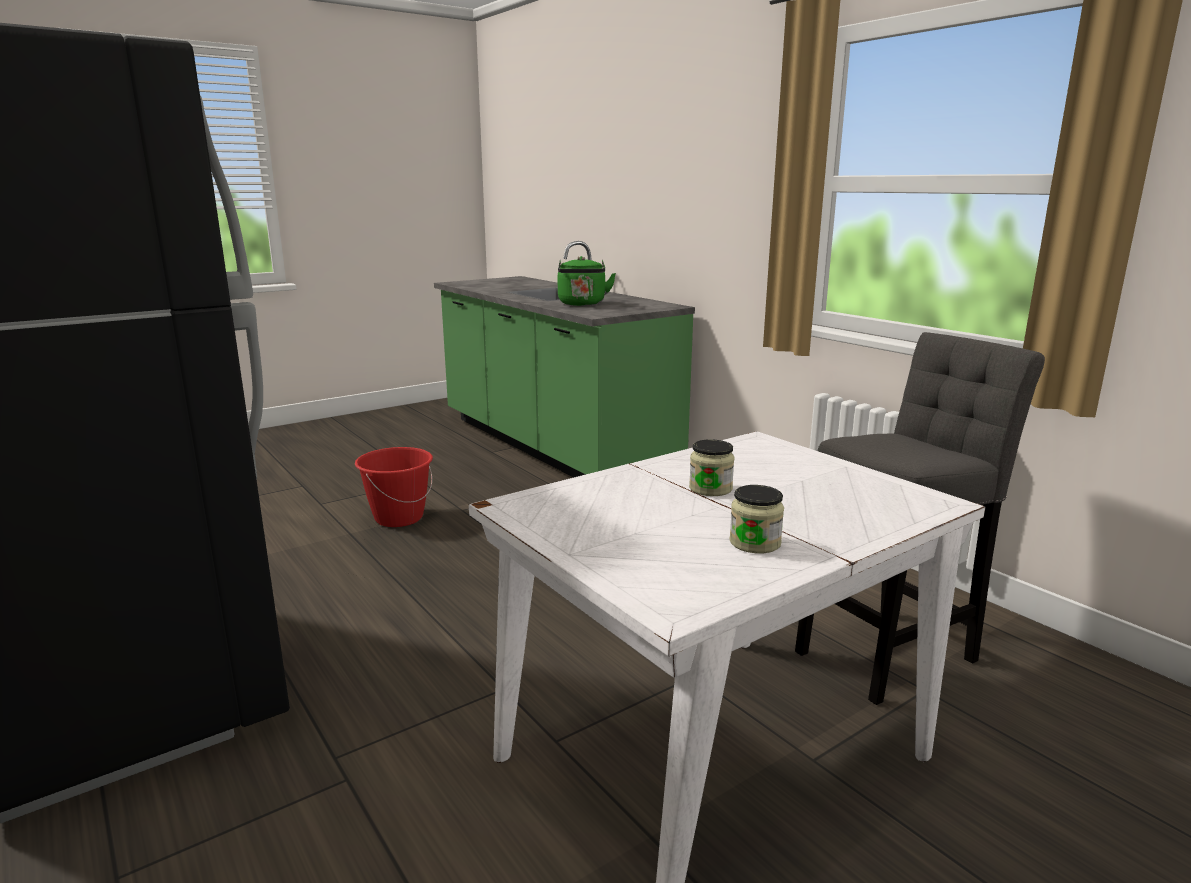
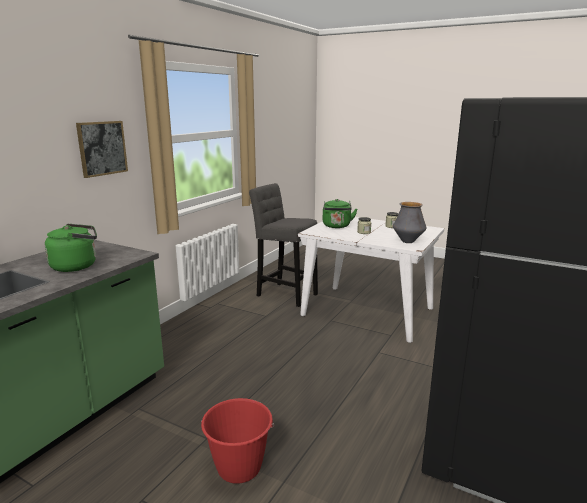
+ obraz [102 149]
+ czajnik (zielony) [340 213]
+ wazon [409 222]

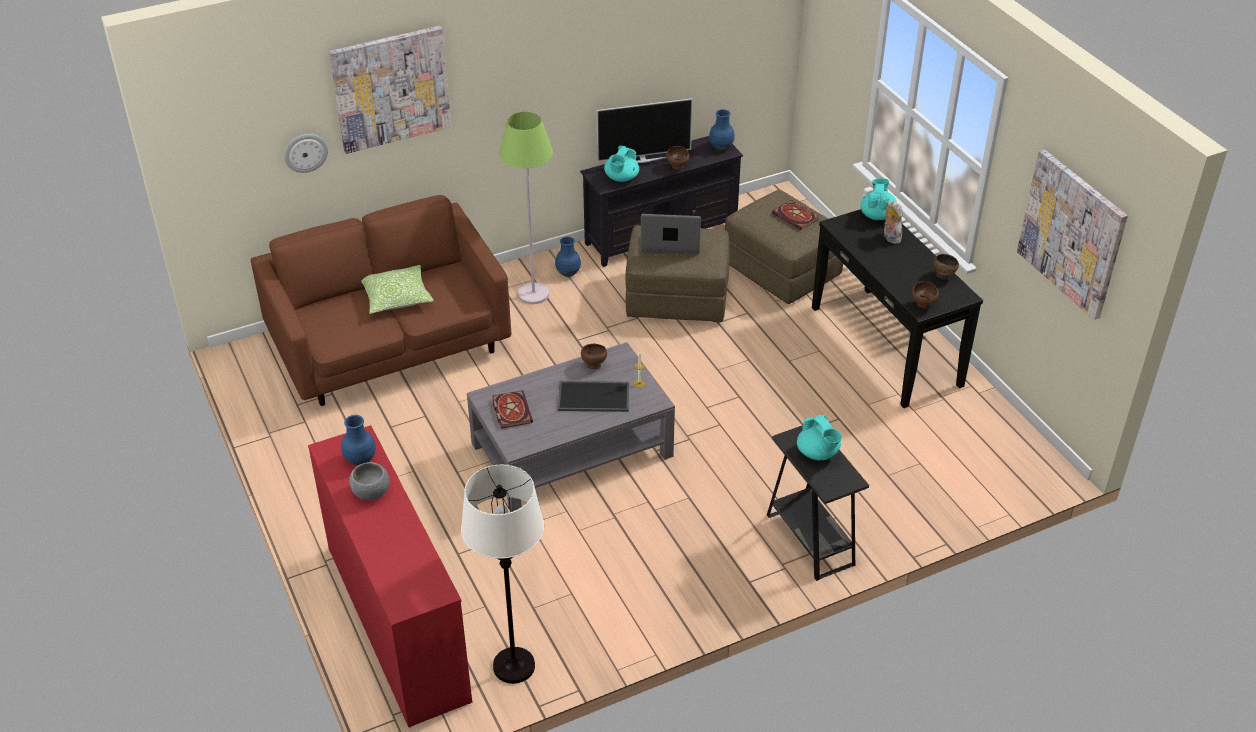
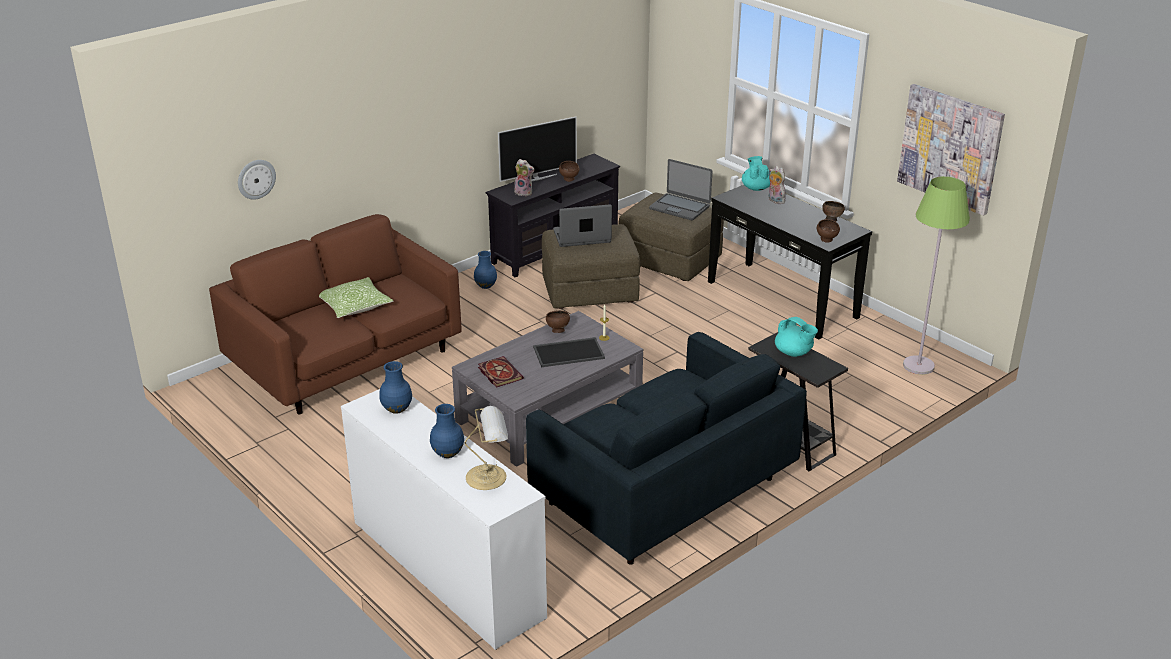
- obraz [390 90]
- miska (szary) [369 481]
- lampa stojąca (biały) [502 574]
+ lampa stołowa [486 448]
+ kanapa (niebieski) [666 448]
~ lampa stojąca (zielony) [526 207] to [936 275]
~ wazon (niebieski) [722 130] to [447 431]
~ imbryk (turkusowy) [621 163] to pluszak [524 177]
~ książka [795 215] to laptop [680 189]
~ komoda (czerwony) [390 576] to komoda (biały) [444 519]

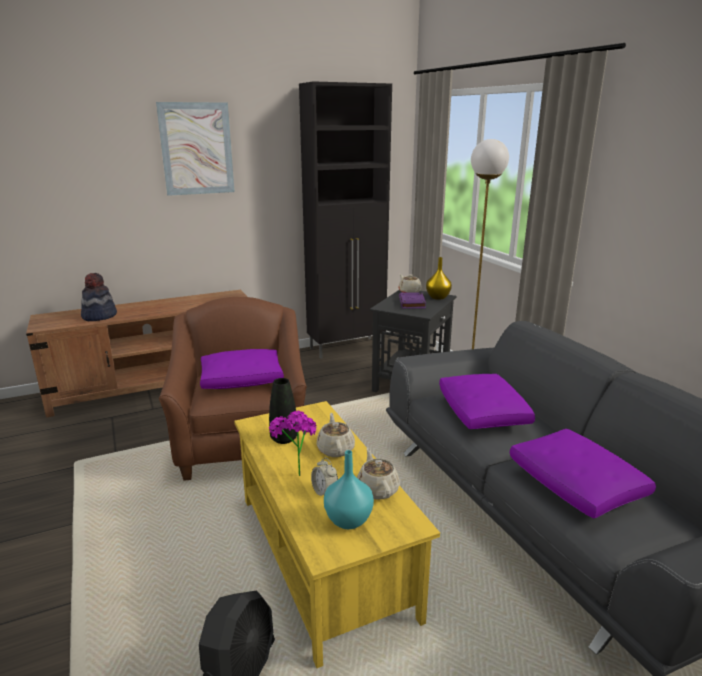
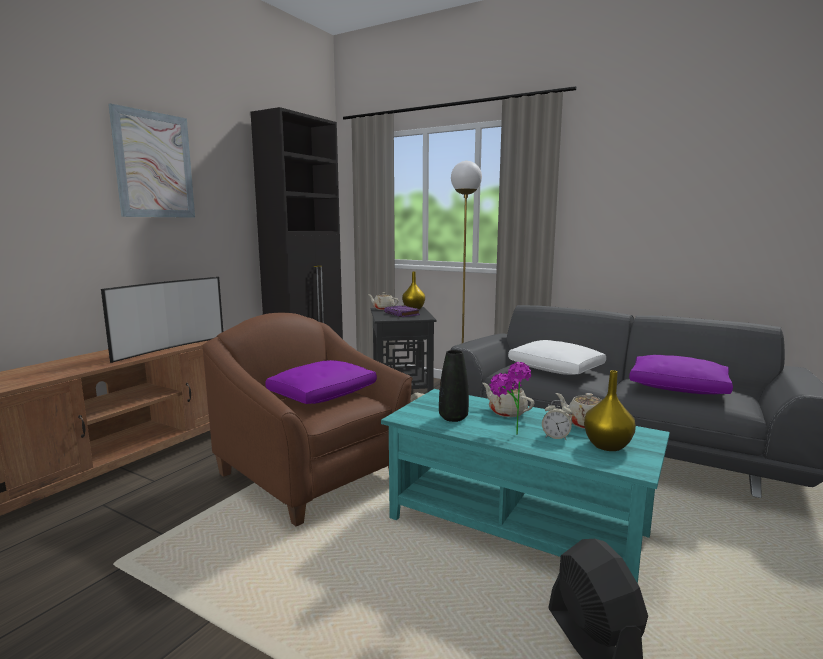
- kapelusz [99 297]
+ telewizor [162 320]
~ ława (żółty) [337 534] to ława (turkusowy) [525 486]
~ wazon (turkusowy) [349 489] to wazon (żółty) [610 410]
~ poduszka (fioletowy) [487 401] to poduszka (biały) [557 357]

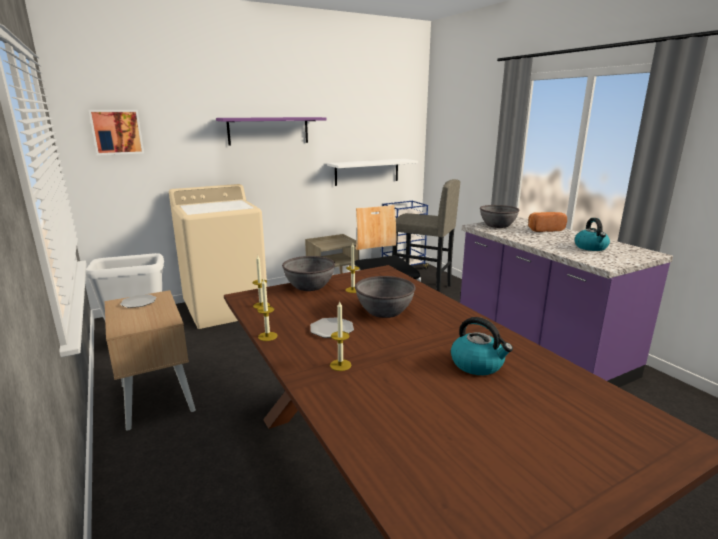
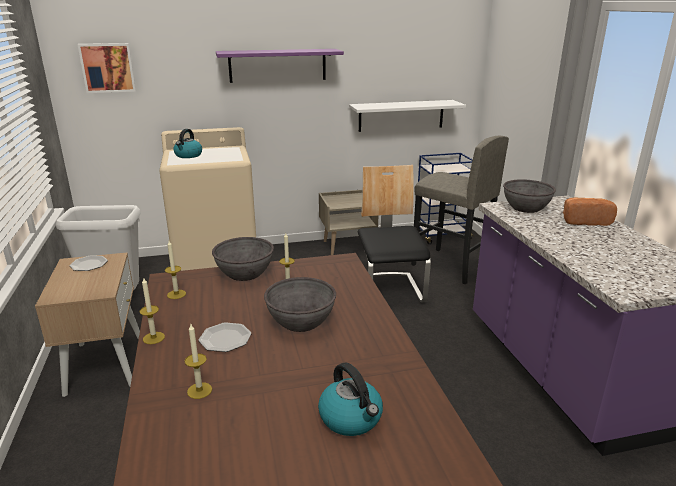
~ czajnik [592 234] to [187 143]

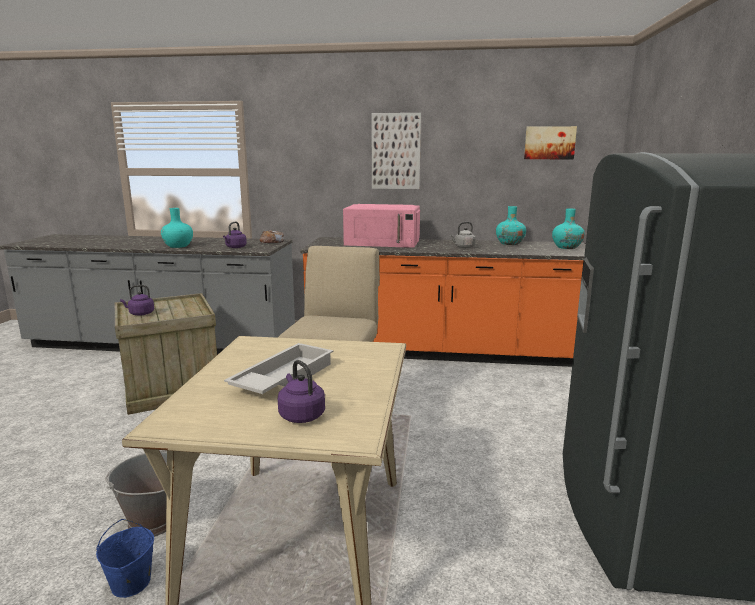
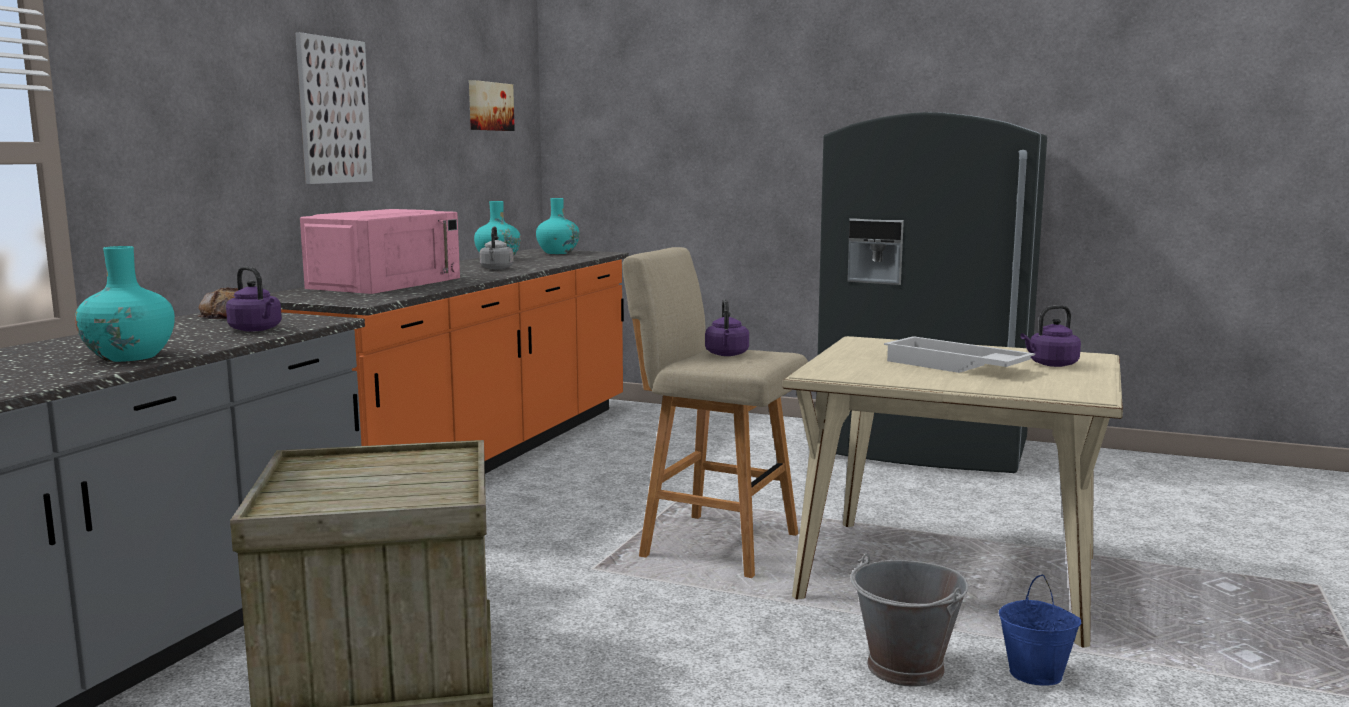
~ czajnik (fioletowy) [137 300] to [727 327]

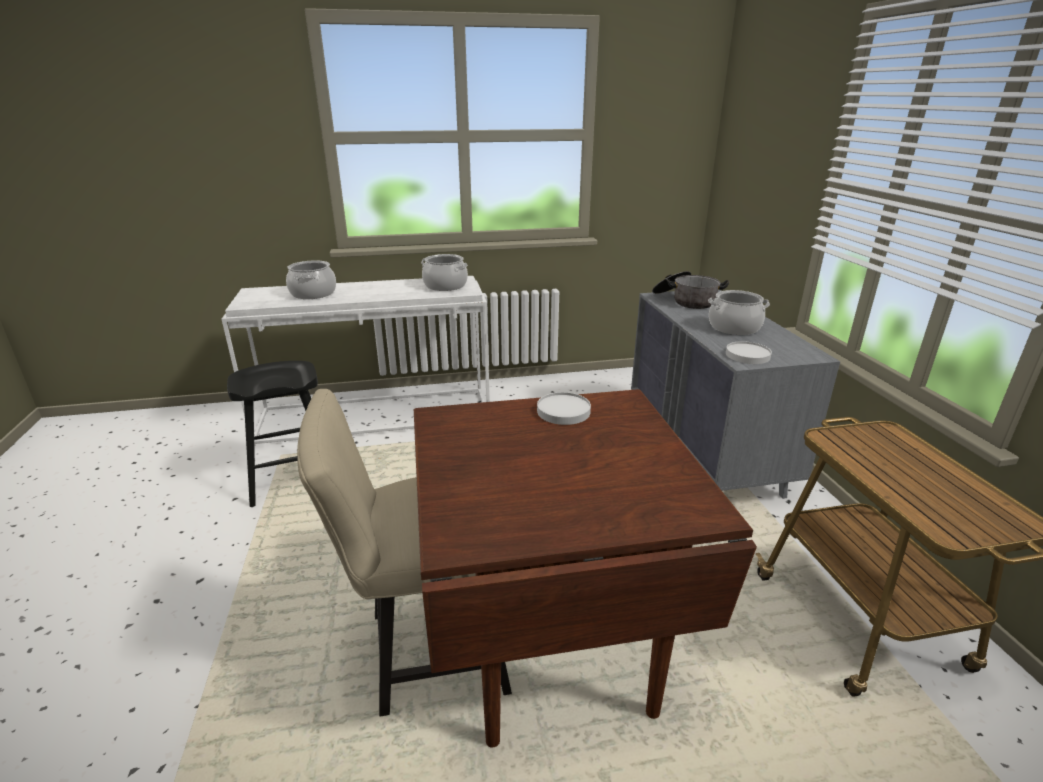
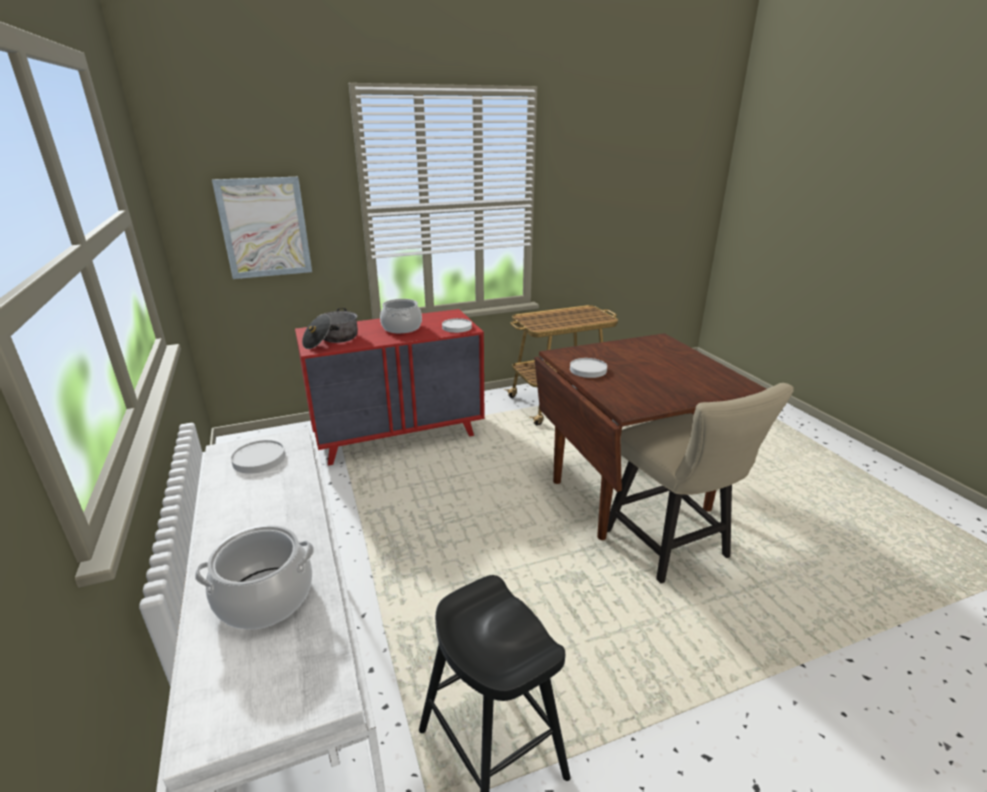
+ obraz [262 228]
~ garnek [444 272] to talerz (biały) [258 457]
~ komoda (szary) [735 394] to komoda (czerwony) [390 387]

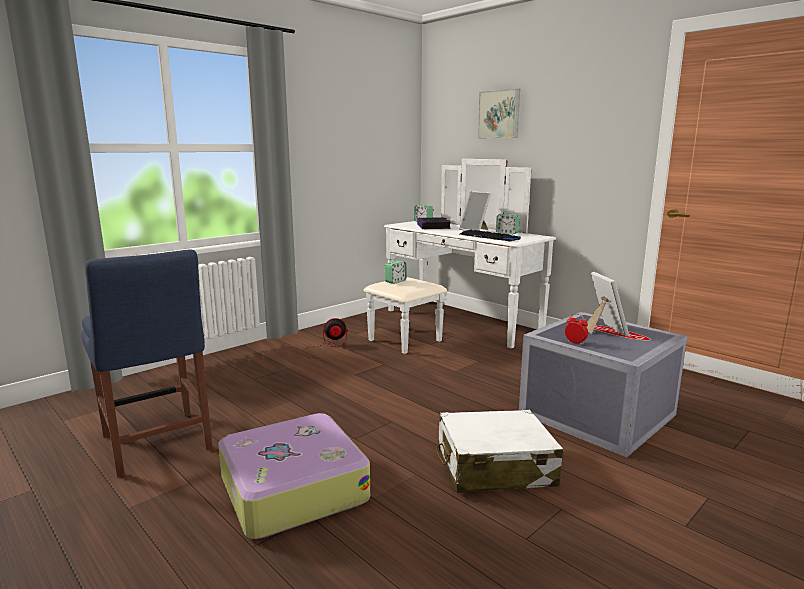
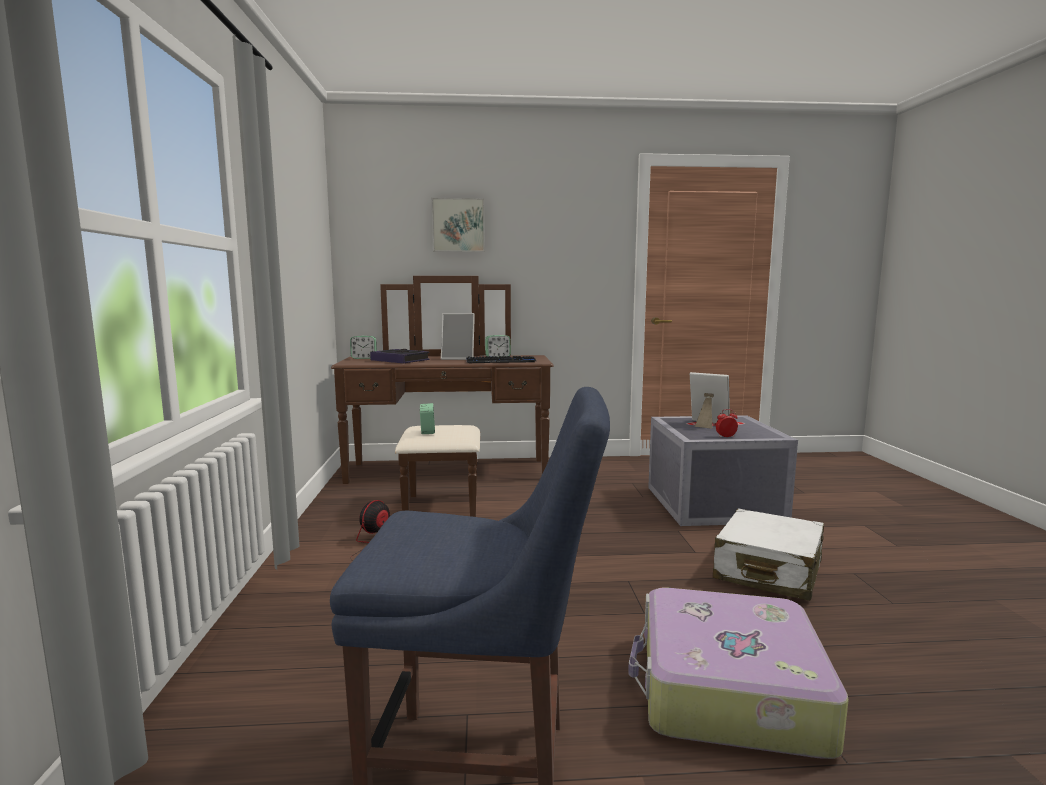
~ komoda (biały) [460 256] to komoda (brązowy) [442 396]

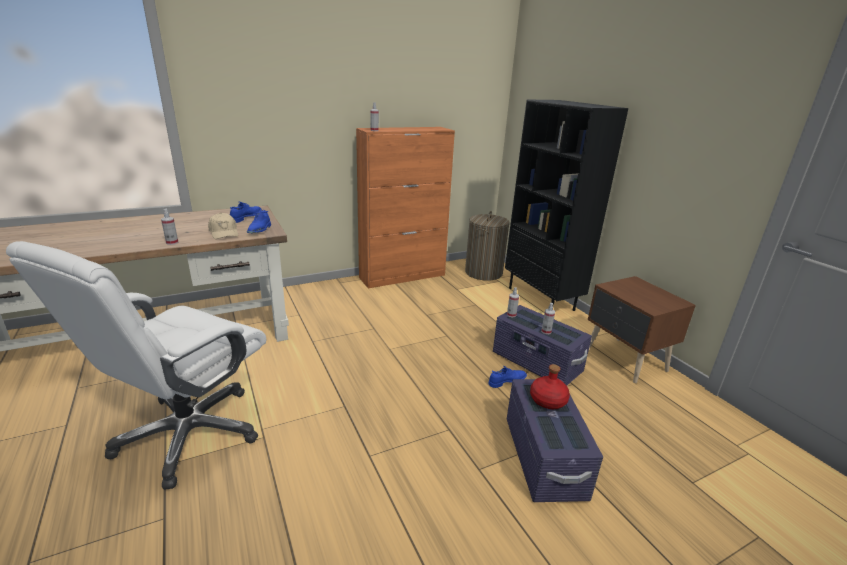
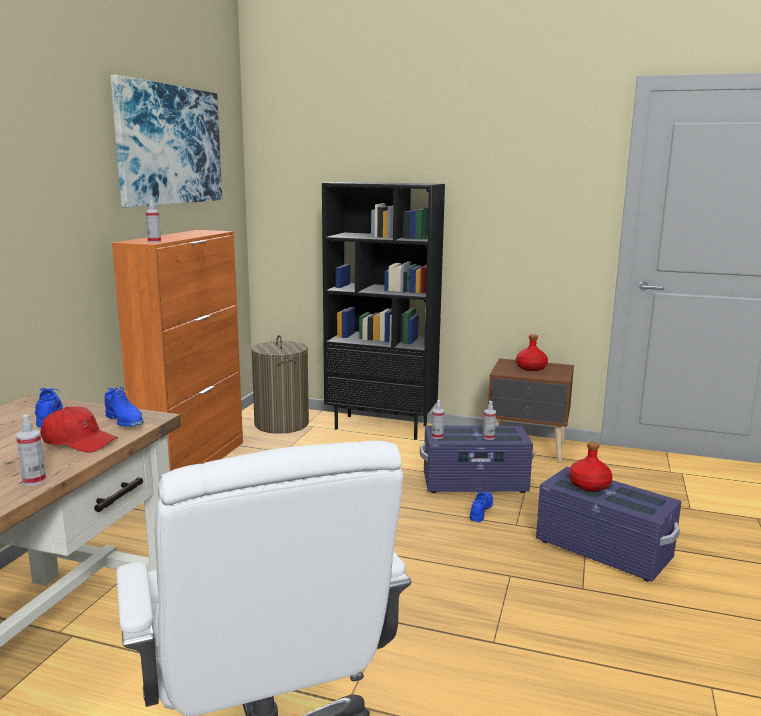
+ obraz [166 141]
+ butelka (czerwony) [532 352]
~ czapka z daszkiem (beżowy) [223 226] to czapka z daszkiem (czerwony) [79 430]

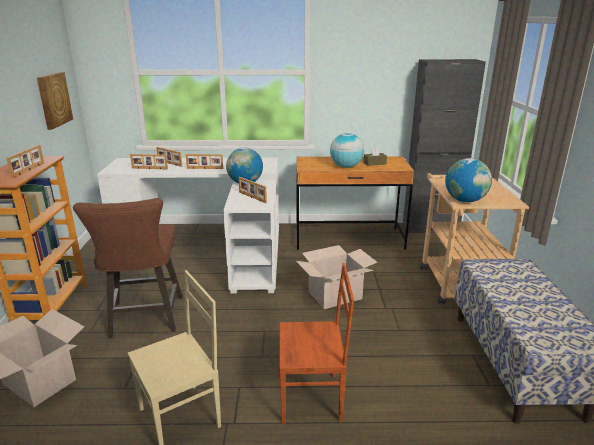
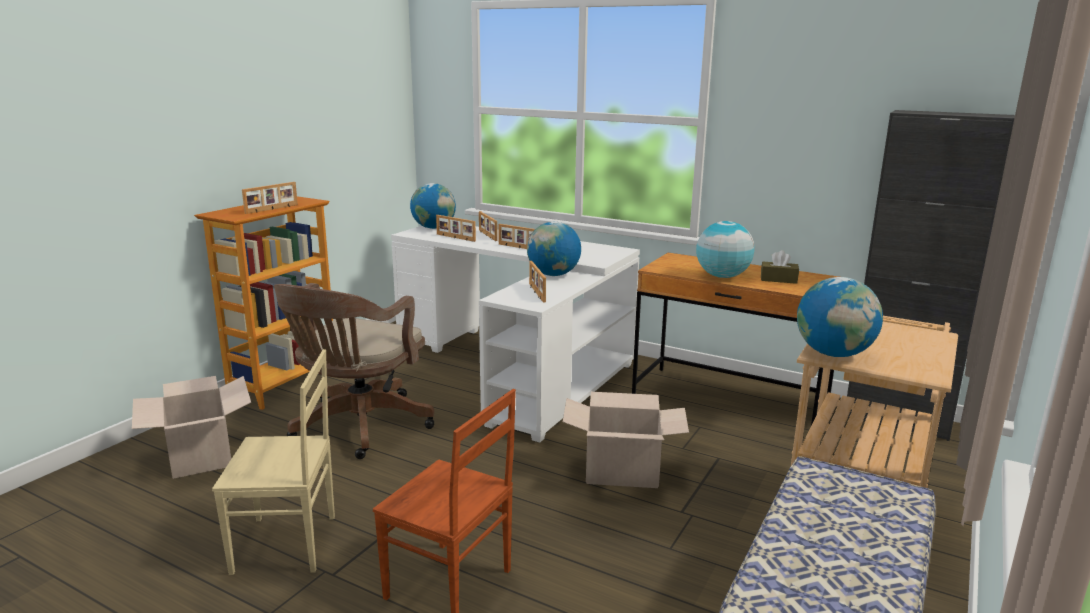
- obraz [55 101]
+ globus [433 206]
~ stołek (brązowy) [128 268] to krzesło biurowe (brązowy) [354 371]

